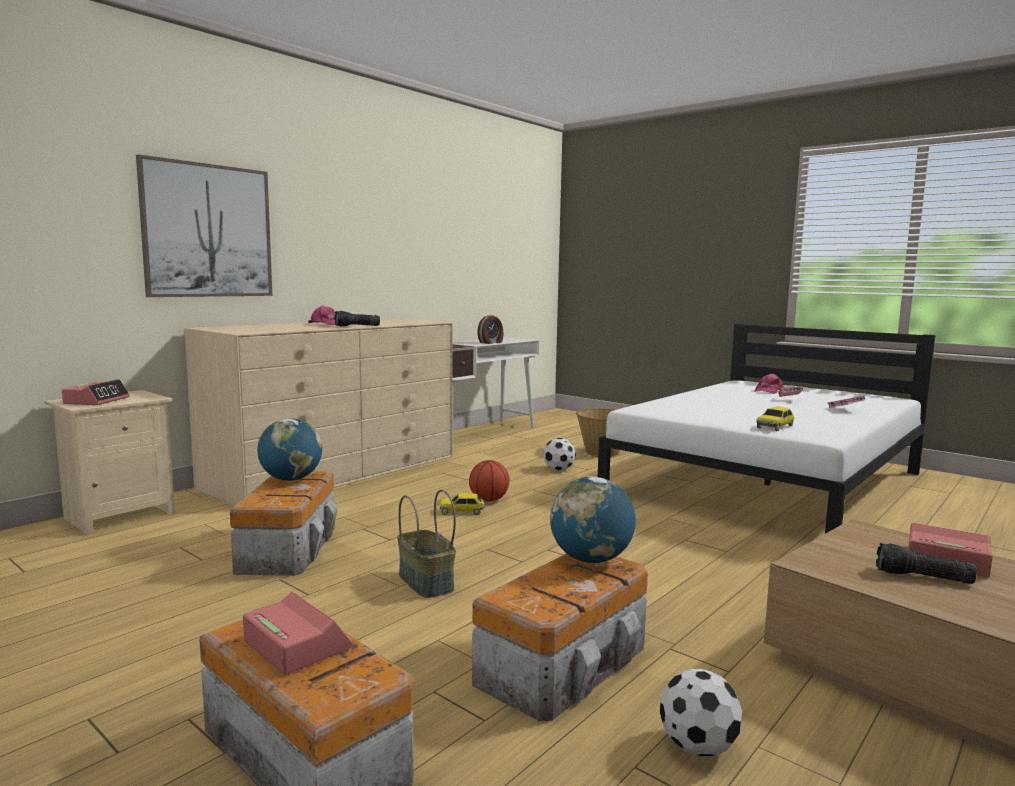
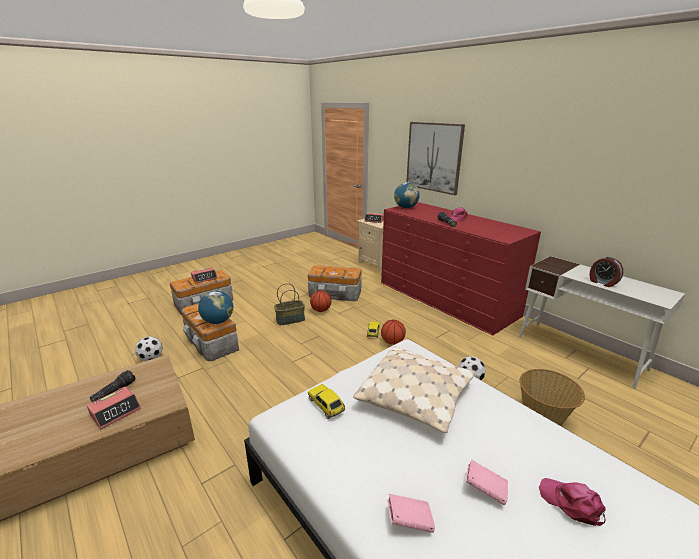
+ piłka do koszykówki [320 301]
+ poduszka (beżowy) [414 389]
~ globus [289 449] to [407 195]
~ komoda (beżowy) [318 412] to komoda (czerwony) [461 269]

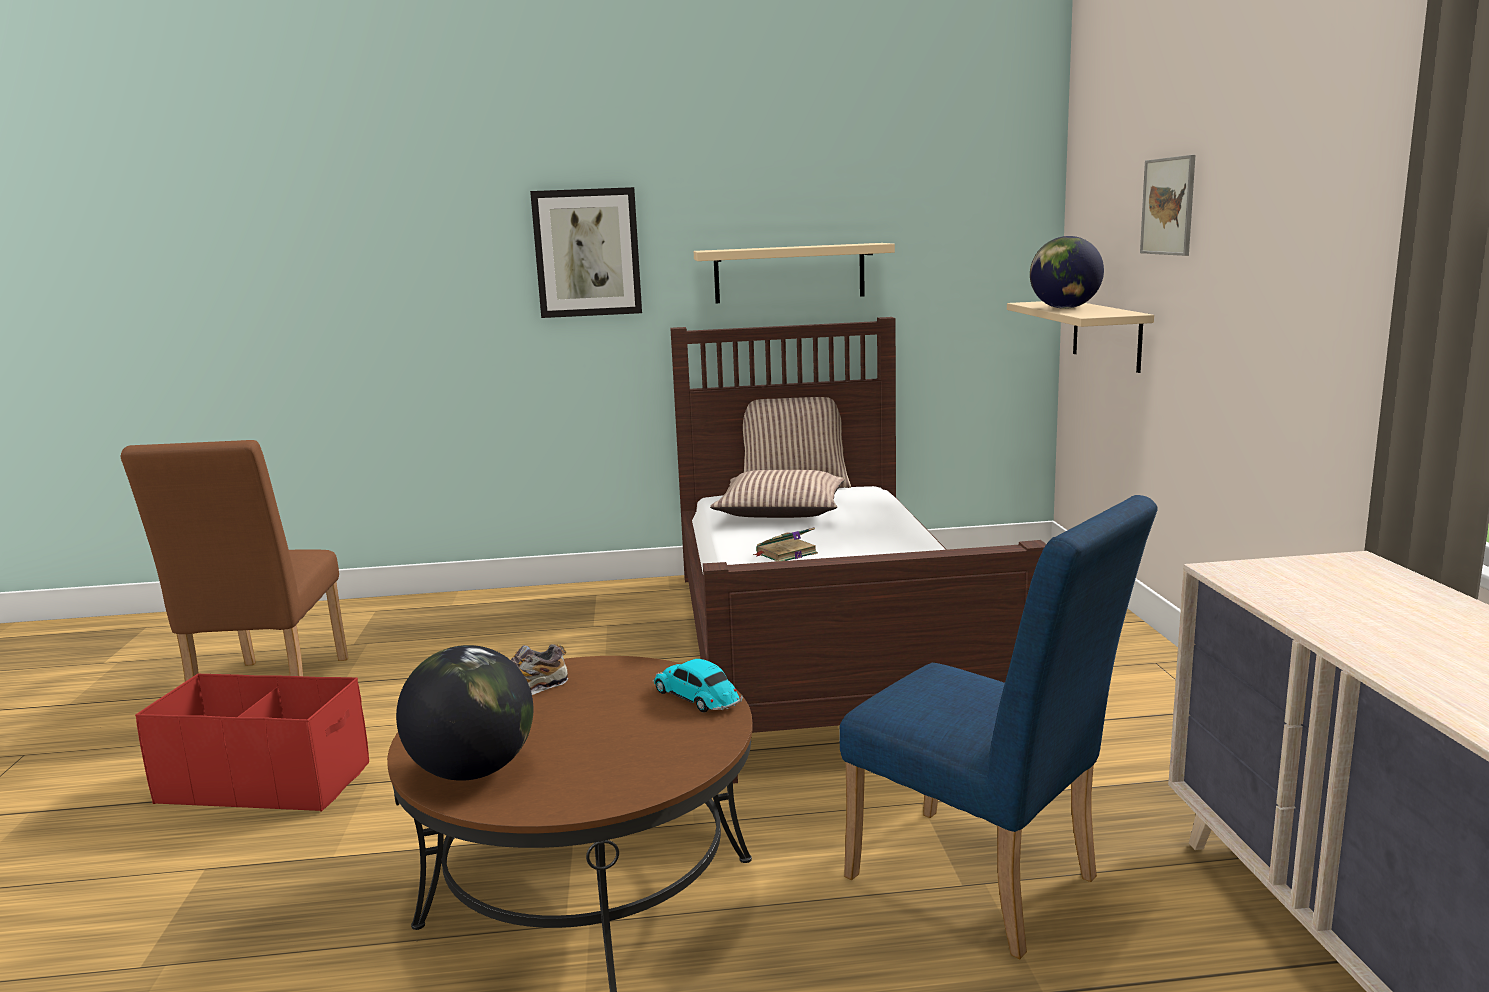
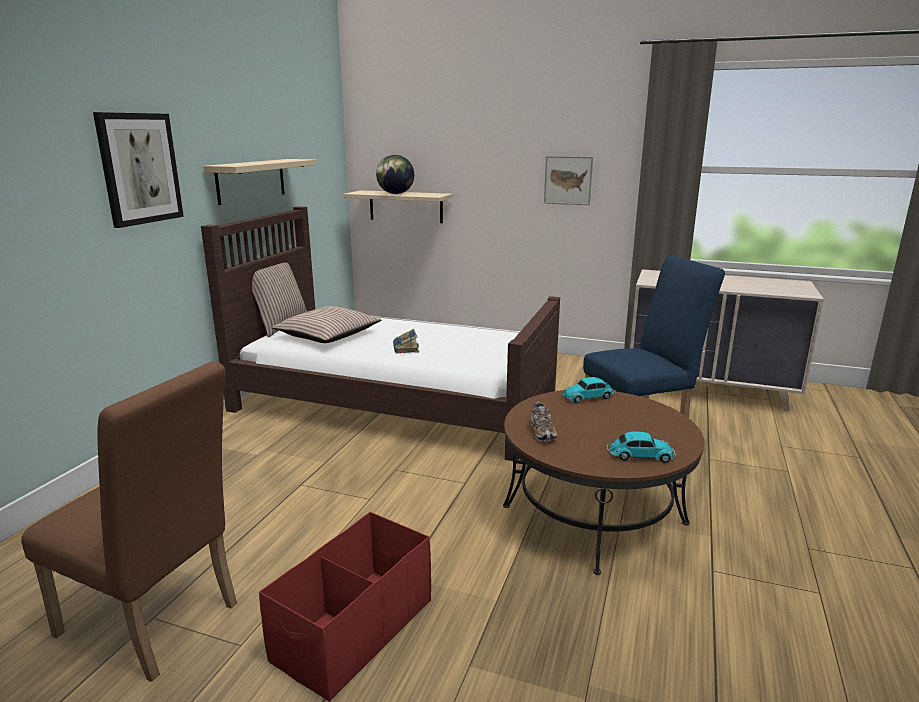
~ obraz [1168 205] to [568 180]
~ globus [464 713] to samochodzik [642 446]

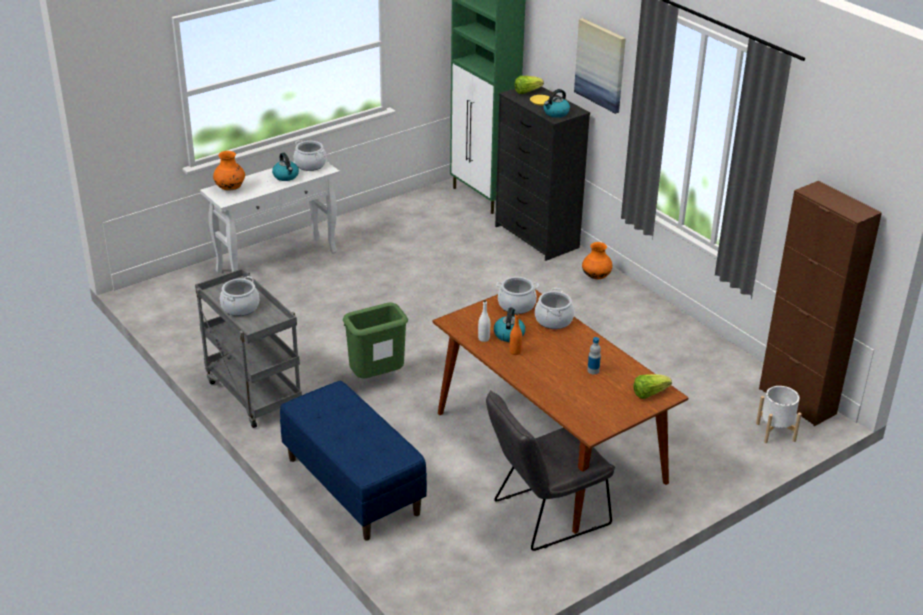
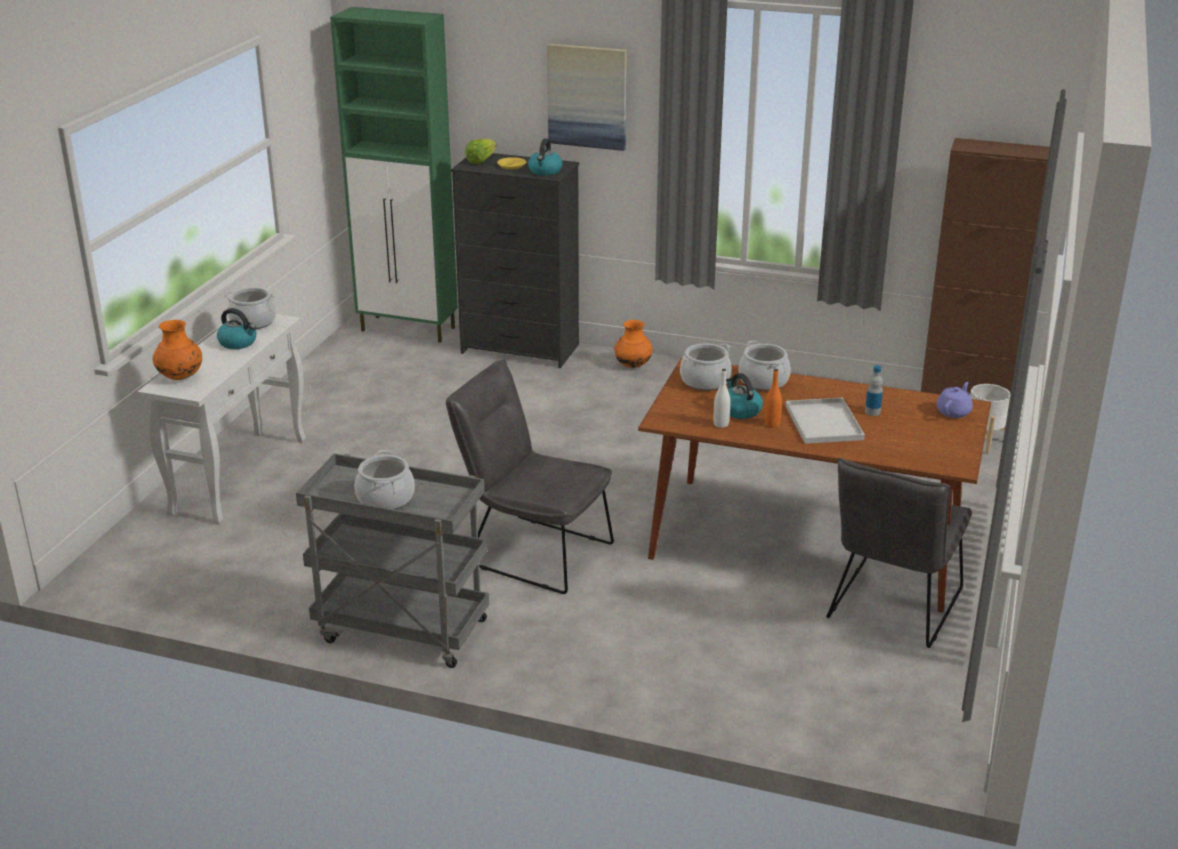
- ławka (niebieski) [353 461]
+ taca (biały) [825 421]
~ kosz na śmieci (zielony) [375 340] to krzesło (szary) [530 477]
~ sałata [652 386] to imbryk (fioletowy) [954 400]

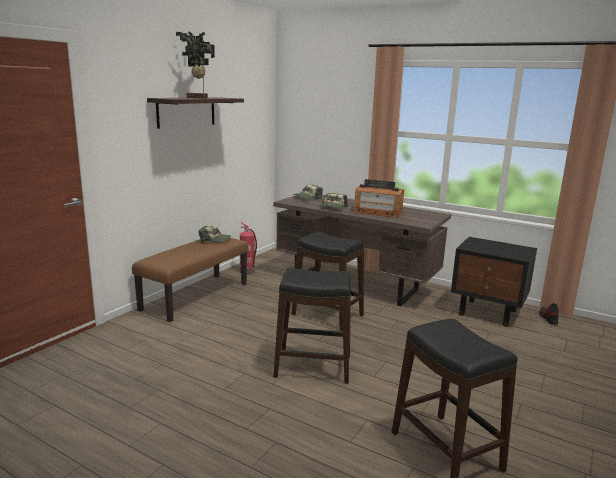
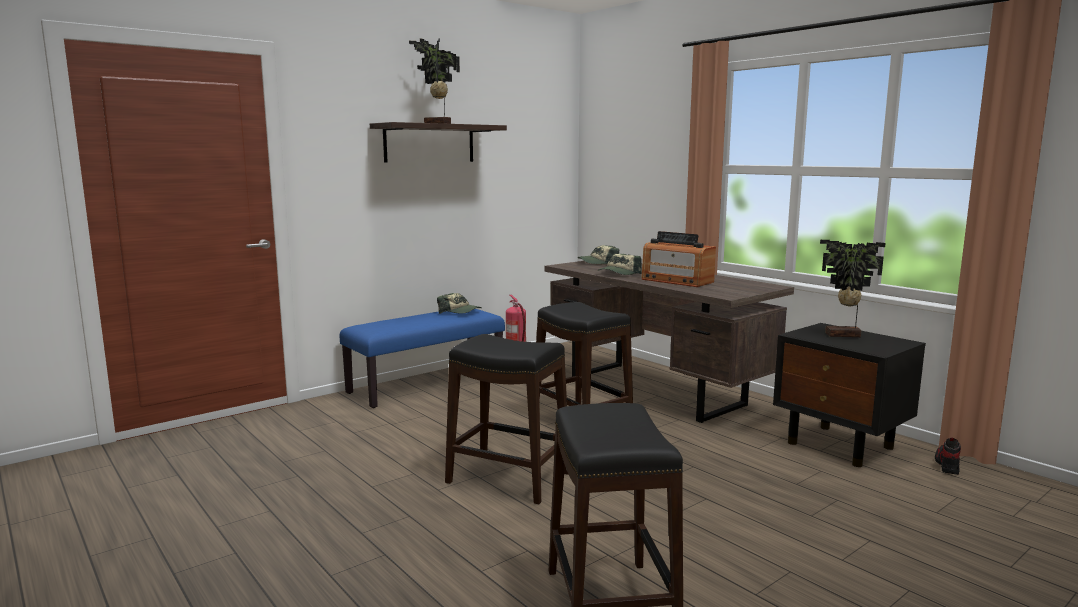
+ roślina doniczkowa [853 288]
~ ławka (brązowy) [190 279] to ławka (niebieski) [422 358]

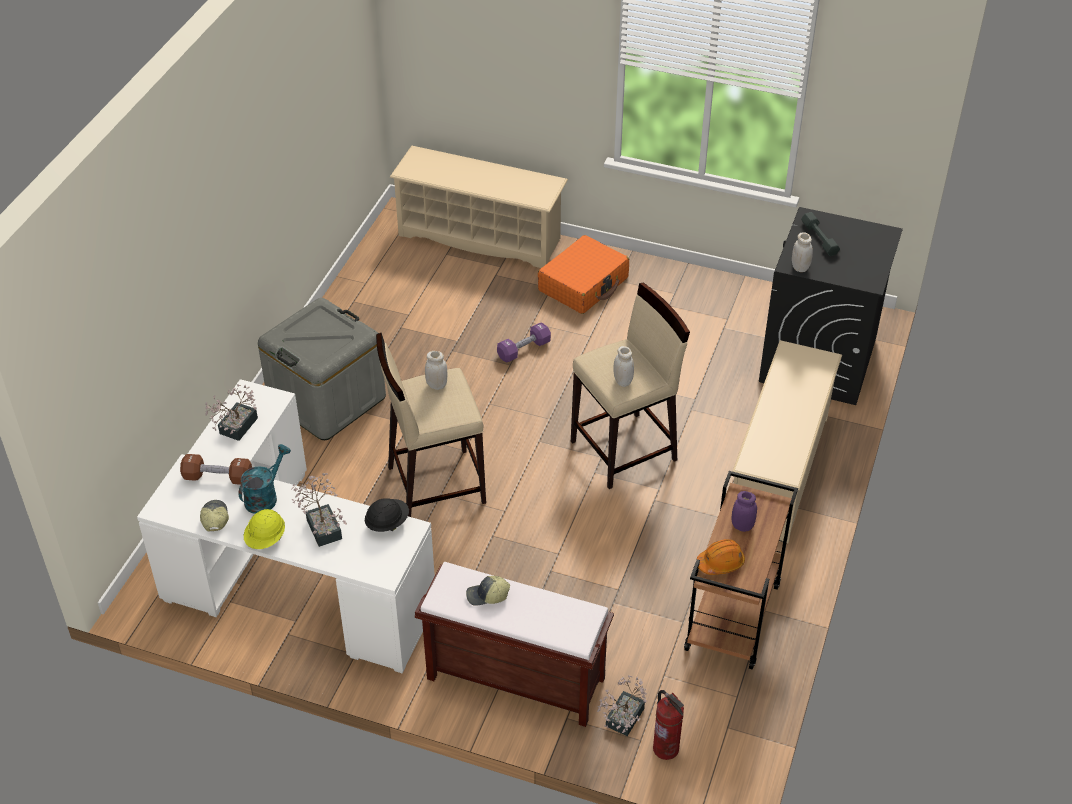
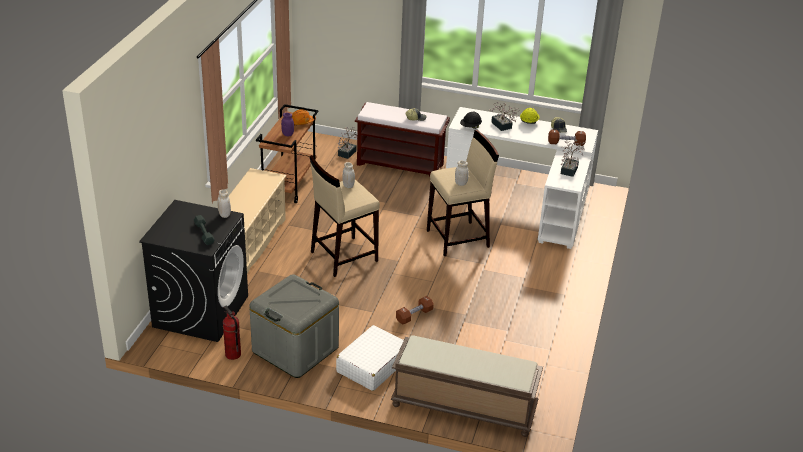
- konewka (turkusowy) [264 479]
~ pojemnik do przechowywania (szary) [322 369] to [294 326]
~ gaśnica [668 725] to [232 333]
~ regał na buty (beżowy) [479 207] to ławka (brązowy) [466 386]
~ hantel (fioletowy) [524 342] to hantel (brązowy) [415 310]
~ walizka (pomarańczowy) [583 274] to walizka (biały) [370 358]

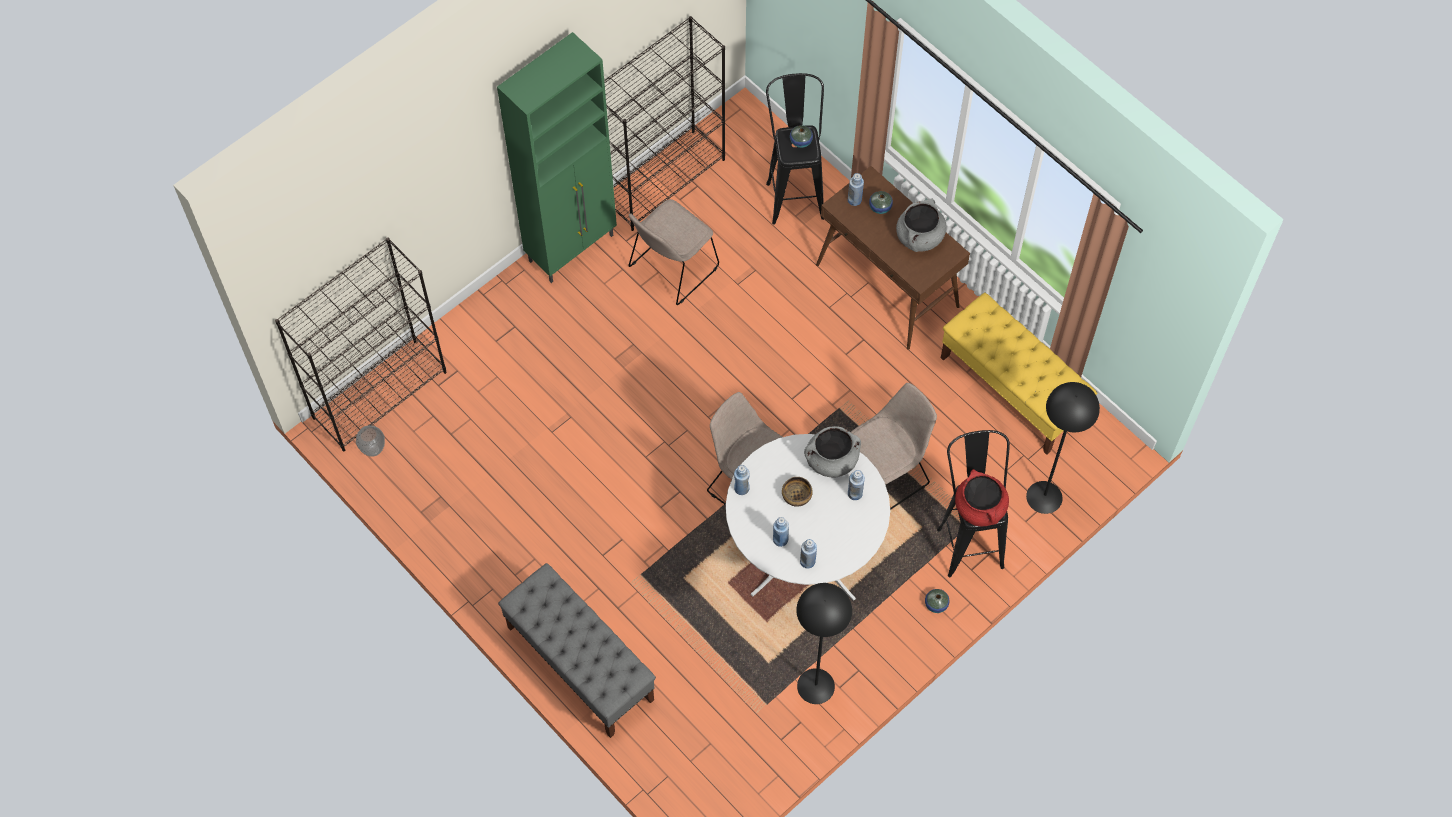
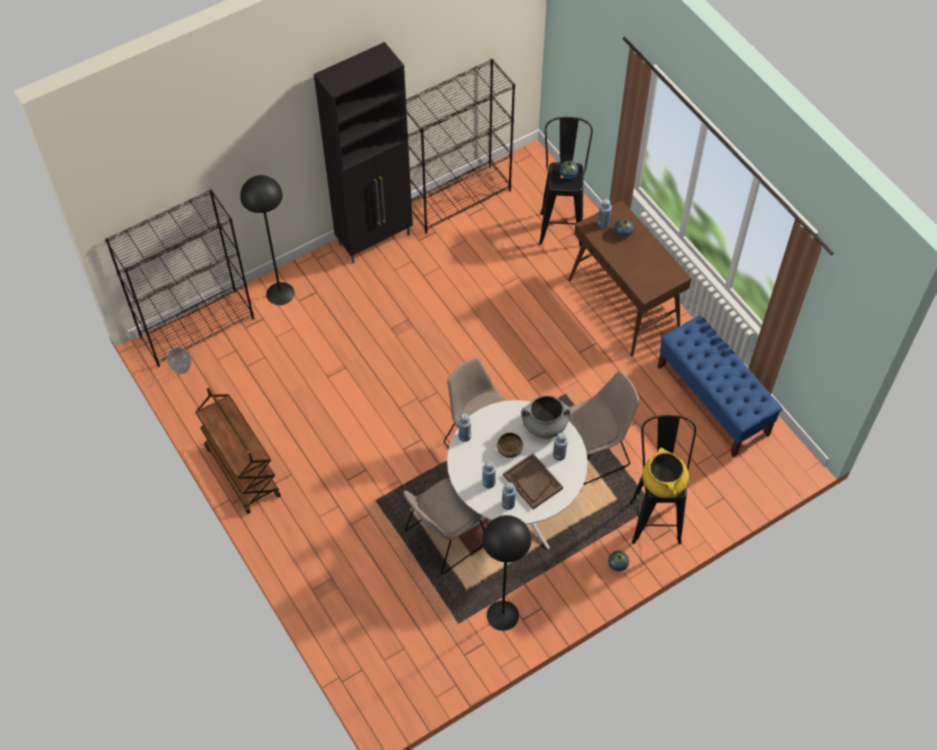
- ławka (szary) [577 650]
- garnek (szary) [921 225]
+ wózek (brązowy) [238 451]
+ taca (brązowy) [533 481]
~ krzesło (beżowy) [673 252] to [443 526]
~ lampa stojąca (czarny) [1063 448] to [267 240]
~ szafka (zielony) [557 157] to szafka (czarny) [363 152]
~ ławka (żółty) [1019 374] to ławka (niebieski) [720 386]
~ garnek (czerwony) [982 497] to garnek (żółty) [665 473]

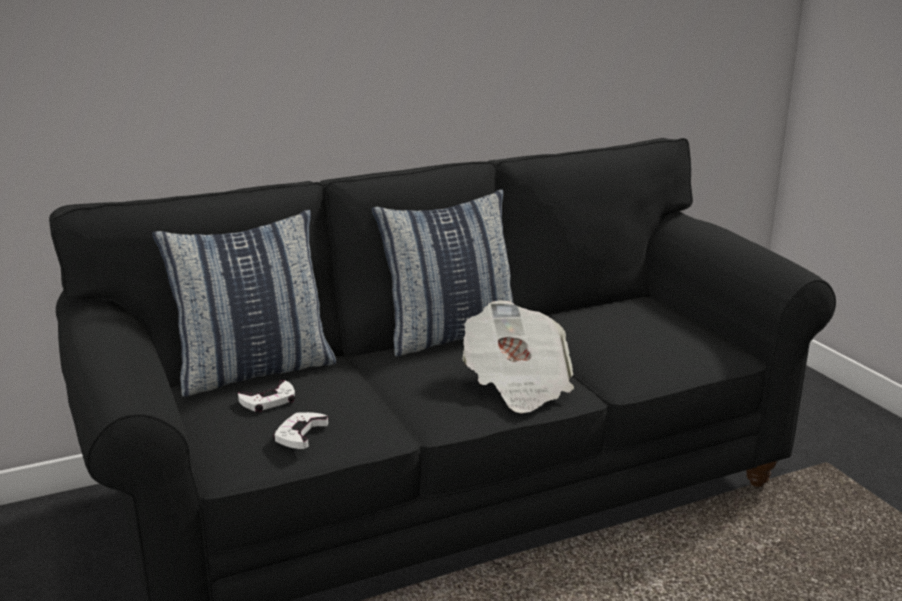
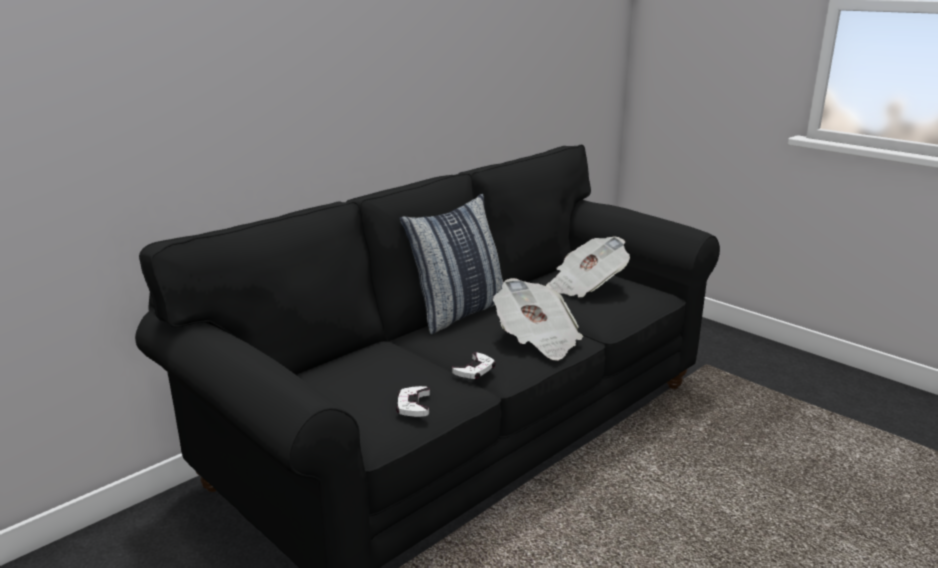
- poduszka [244 303]
+ gazeta [588 267]
~ pad do gier (biały) [266 396] to [473 365]

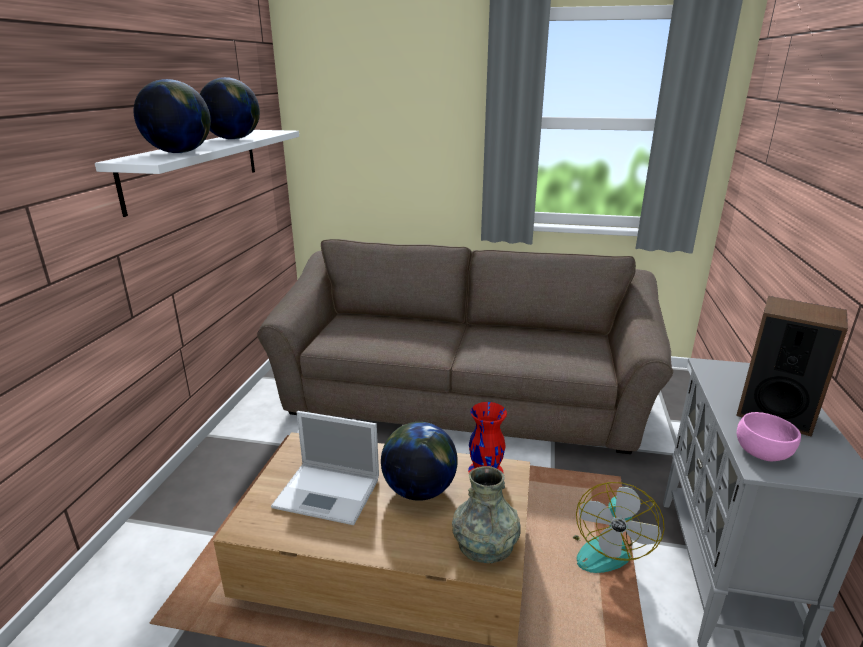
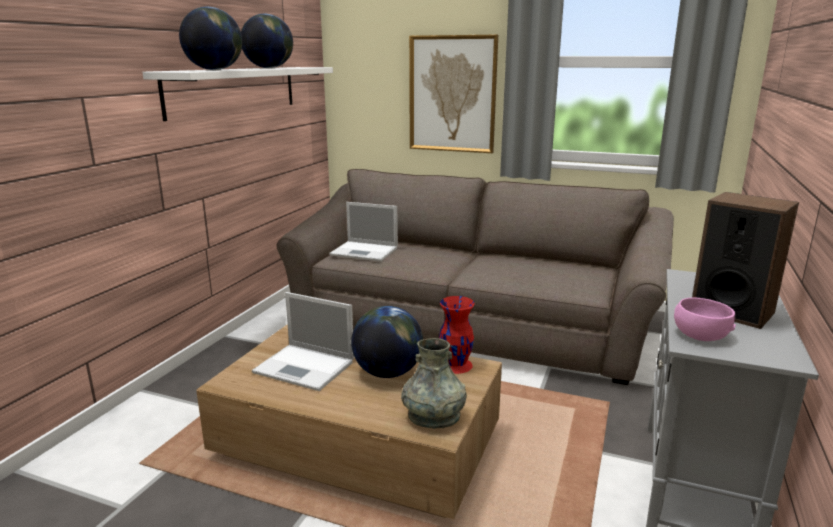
- wentylator [619 527]
+ laptop [363 232]
+ obraz [453 94]

